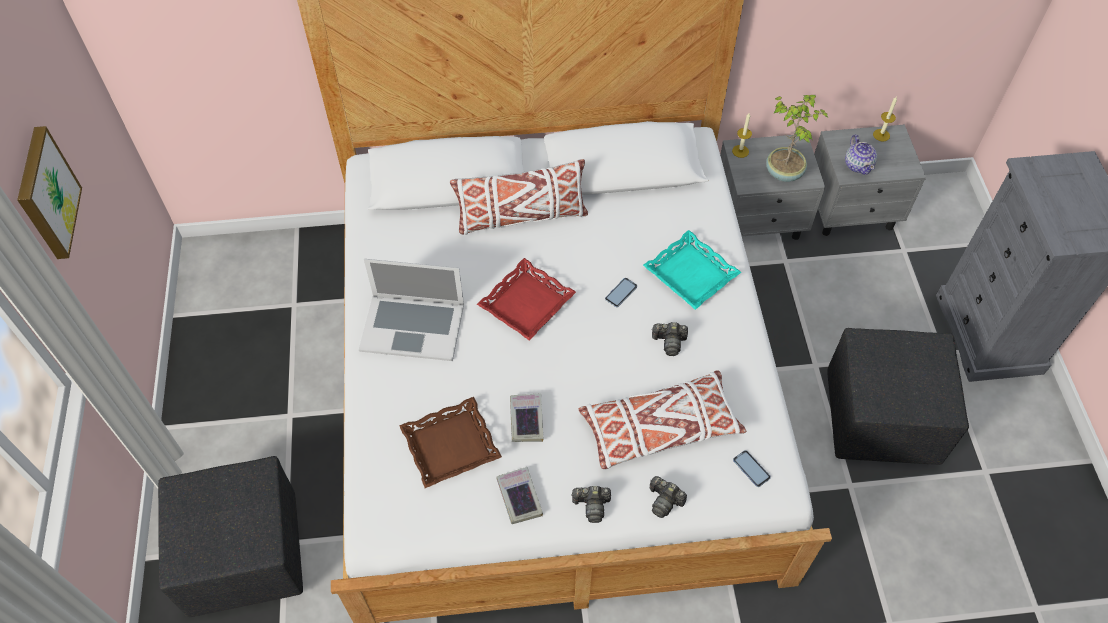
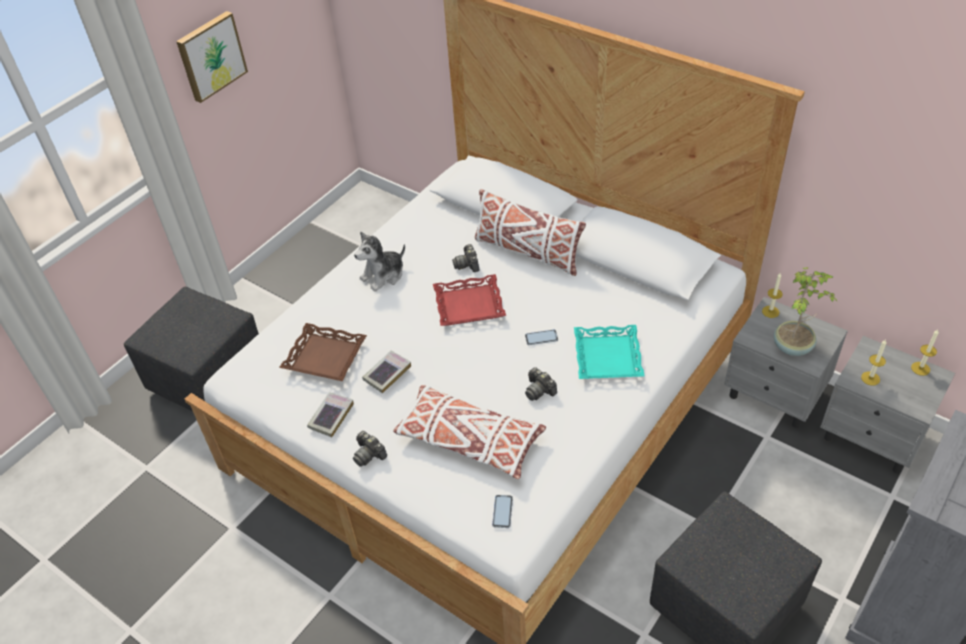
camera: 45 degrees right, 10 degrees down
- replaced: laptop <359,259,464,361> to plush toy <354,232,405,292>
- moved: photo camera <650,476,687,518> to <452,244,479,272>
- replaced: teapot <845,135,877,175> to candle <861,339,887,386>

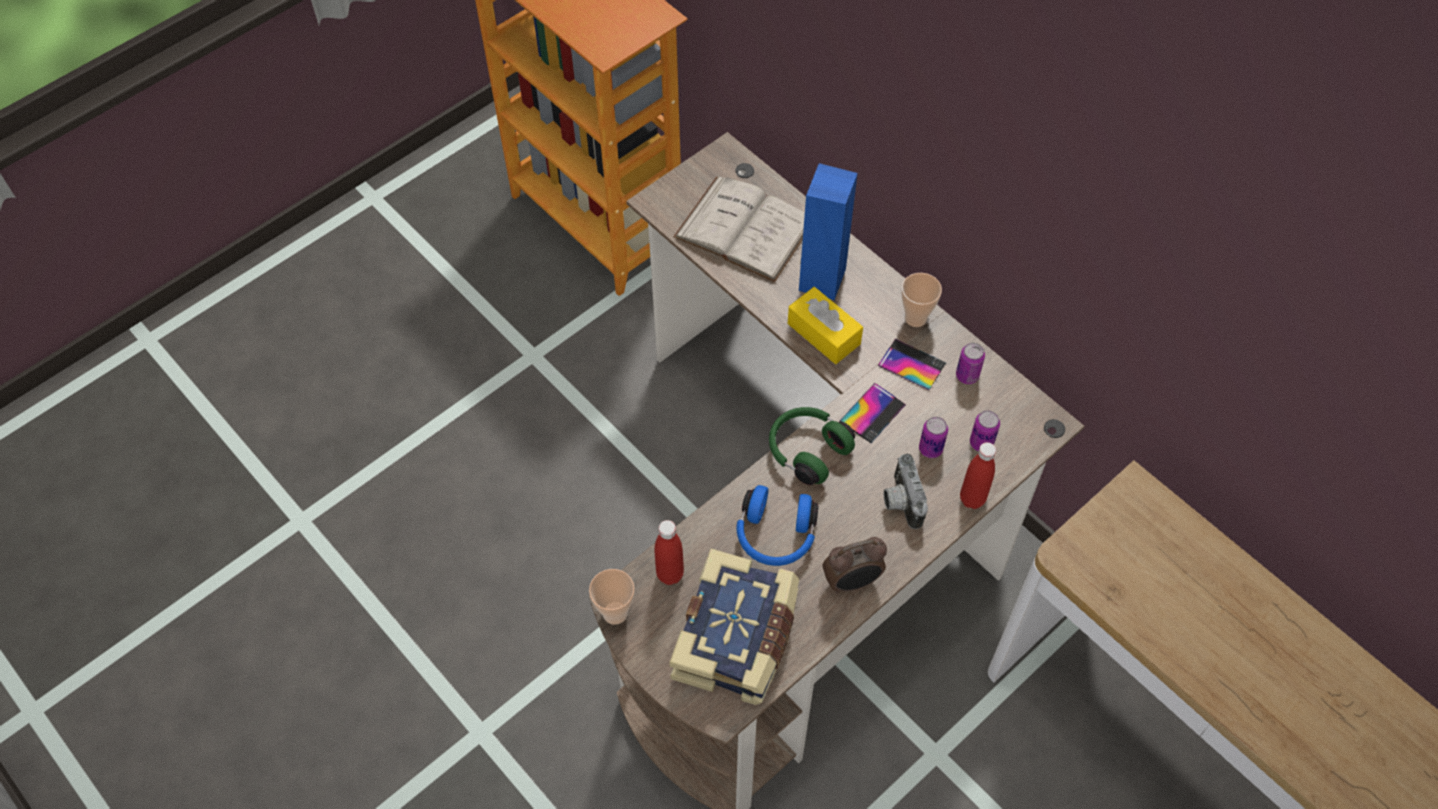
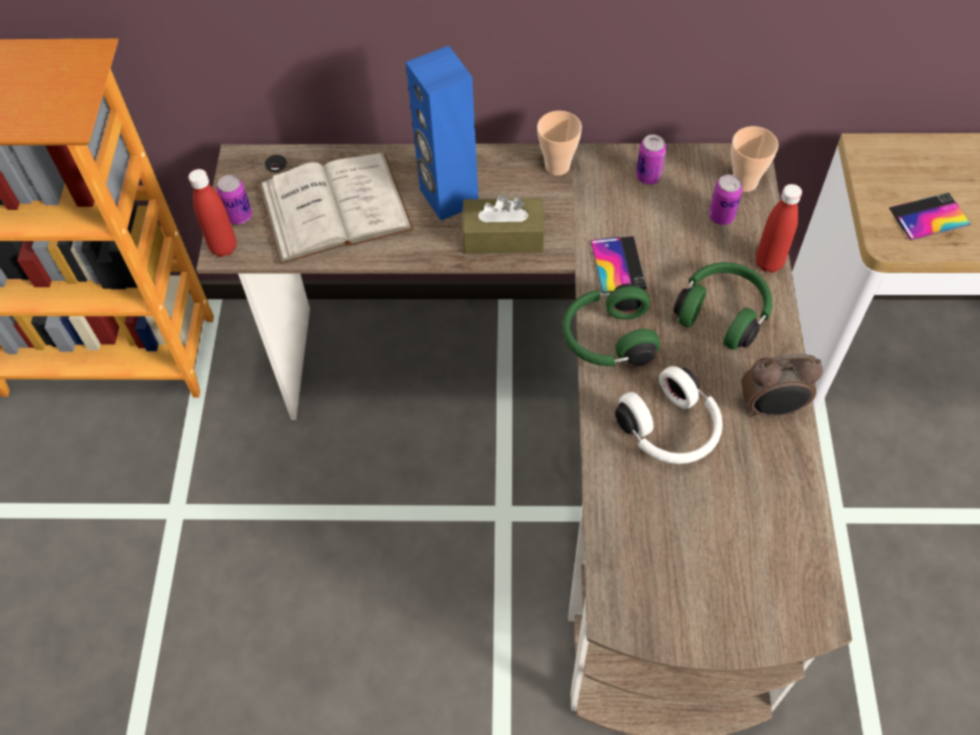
camera: 45 degrees left, 0 degrees up
- moved: red bottle <655,520,684,585> to <188,169,237,257>
- moved: can <919,417,948,458> to <217,175,252,225>
- recoloured: yellow tissue box <788,287,863,364> to brown tissue box <462,195,545,254>
- recoloured: blue headphones <737,485,818,566> to white headphones <615,366,722,464>
- replaced: photo camera <884,454,928,529> to green headphones <674,262,772,350>
- moved: cup <589,569,635,625> to <731,126,779,192>
- turned: alarm clock <823,537,887,594> = <741,354,823,417> 60 degrees clockwise
- moved: phone <878,339,946,390> to <889,193,971,240>
- removed: book <669,548,799,705>

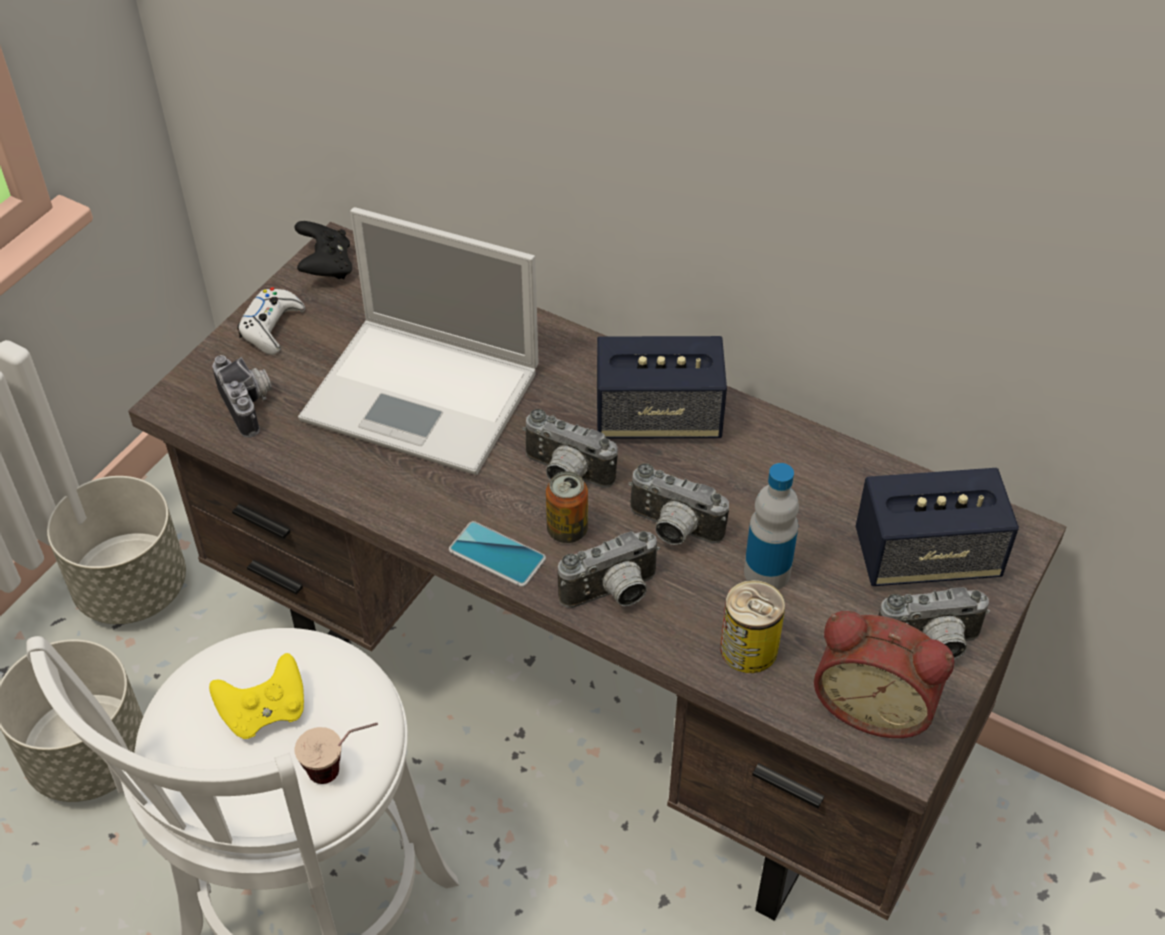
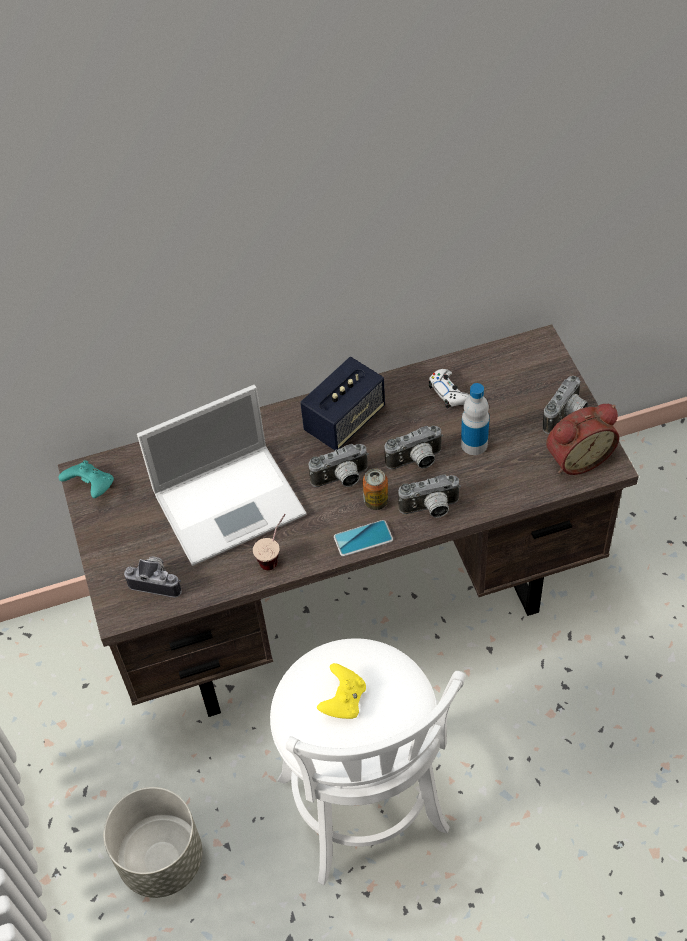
camera: 45 degrees left, 5 degrees up
- recoloured: black game controller <295,221,352,279> to turquoise game controller <59,460,114,498>
- moved: cup <294,723,378,784> to <253,514,286,570>
- turned: photo camera <558,531,660,608> = <398,474,461,518> 60 degrees clockwise
- moved: white game controller <237,287,305,355> to <429,369,471,408>
- removed: grey planter <47,476,186,624>
- removed: can <720,580,785,673>
- removed: speaker <856,468,1019,586>

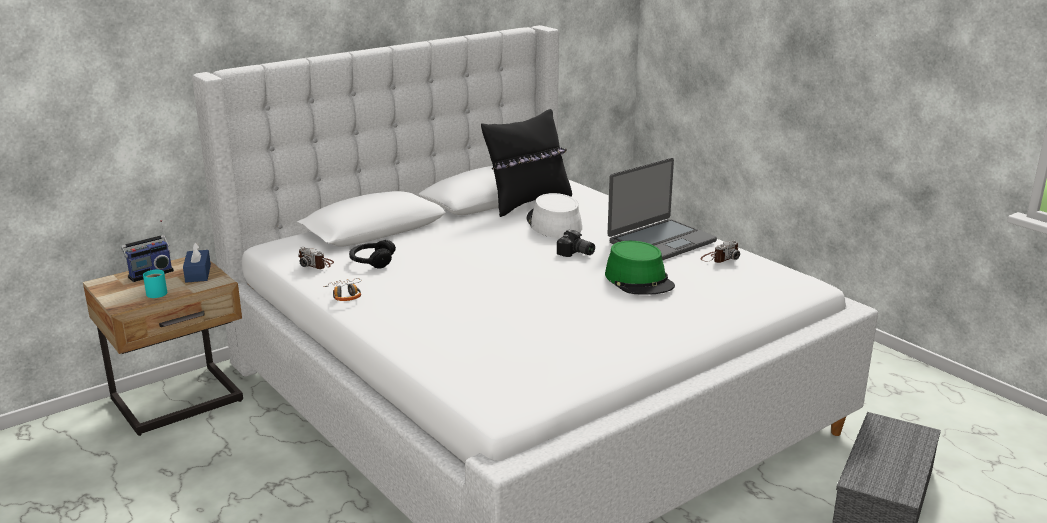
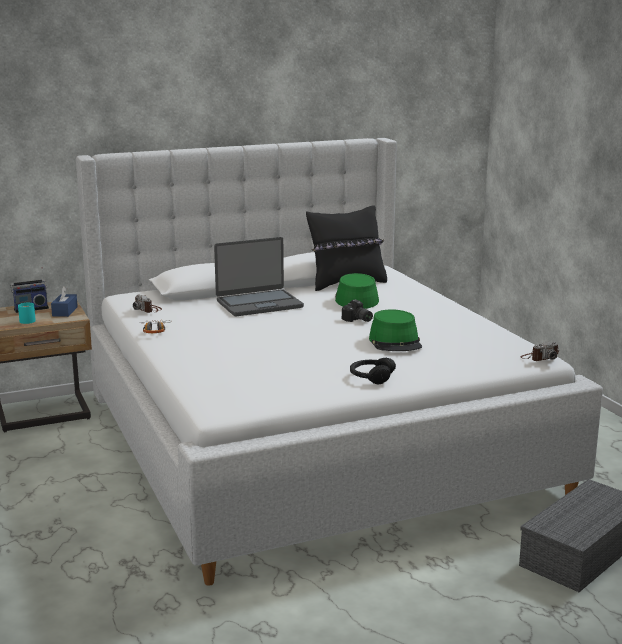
camera: 15 degrees right, 5 degrees down
- moved: laptop <608,158,717,260> to <214,237,304,316>
- recoloured: white hat <527,193,582,238> to green hat <335,273,379,309>
- moved: black headphones <349,240,396,268> to <350,357,396,384>
- moved: photo camera <700,240,740,263> to <521,342,559,361>

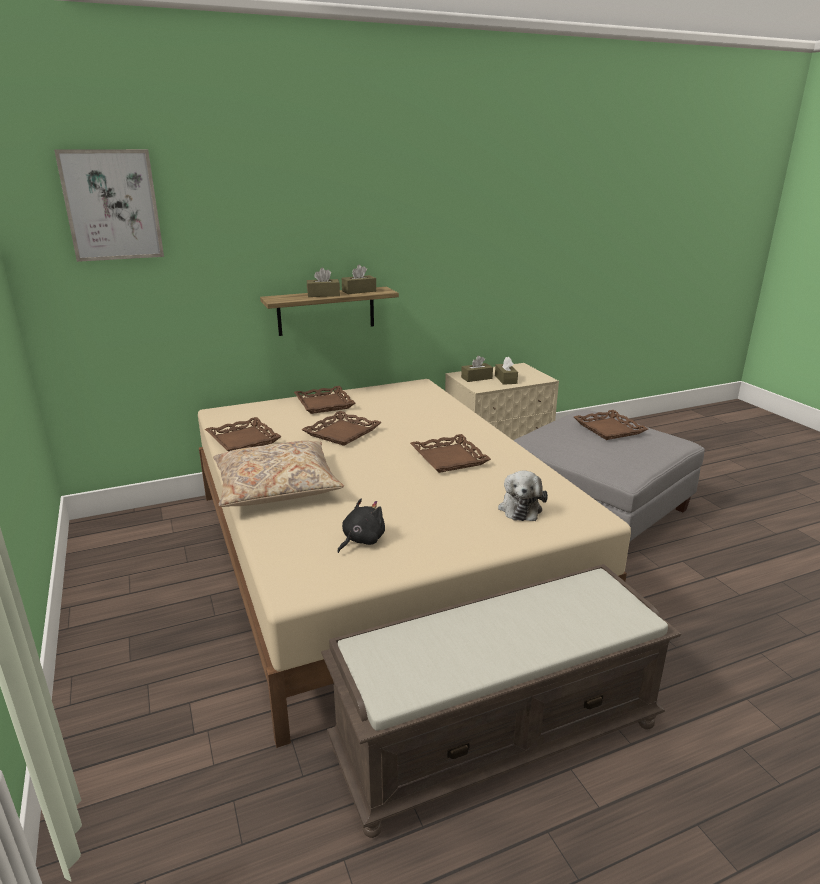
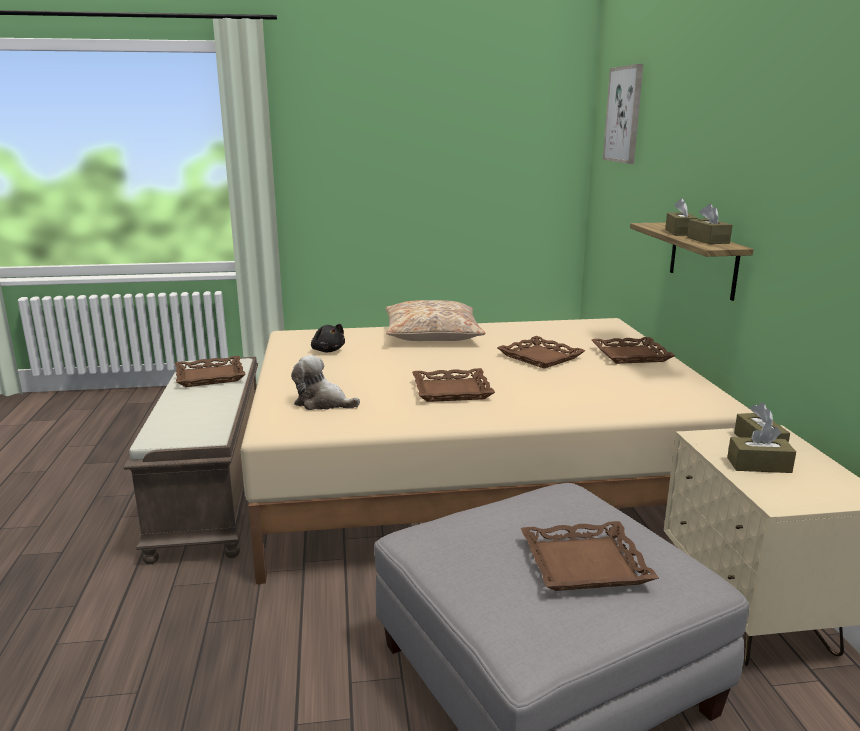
camera: 105 degrees right, 5 degrees down
- moved: brown tray <205,417,282,451> to <175,356,246,387>

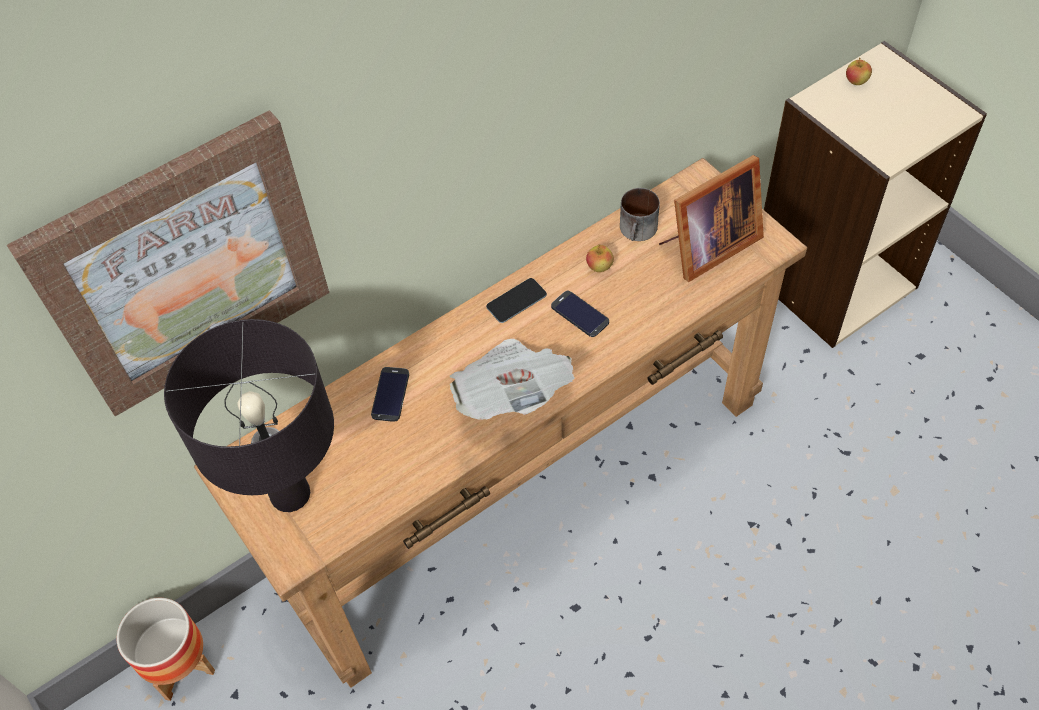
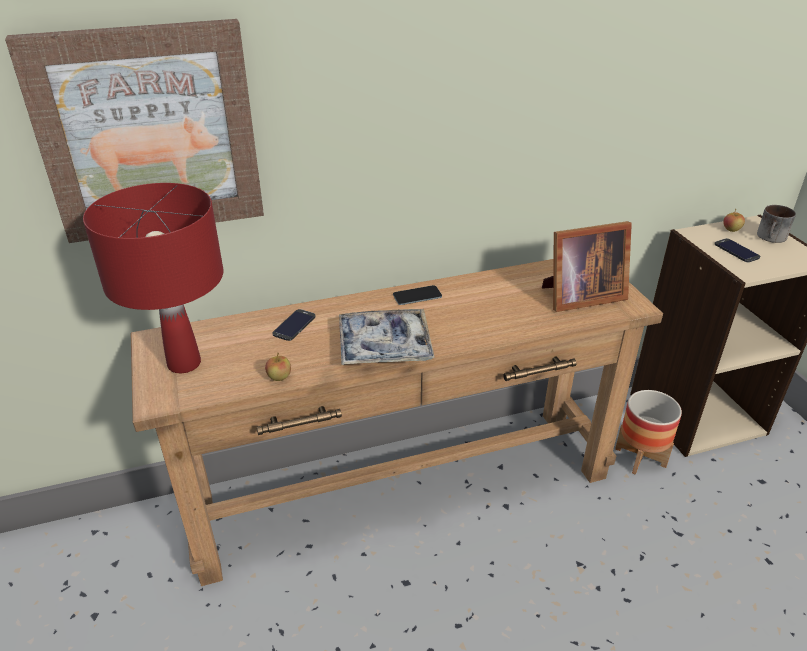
camera: 15 degrees right, 20 degrees down
- recoloured: black table lamp <164,319,334,512> to red table lamp <83,183,223,373>
- moved: apple <586,244,614,272> to <265,352,291,381>
- replaced: newspaper <450,338,575,420> to tray <339,309,435,365>
- moved: planter <117,598,215,701> to <615,390,682,475>
- moved: phone <551,291,609,337> to <714,238,760,262>
- moved: mug <620,188,660,241> to <757,205,796,243>

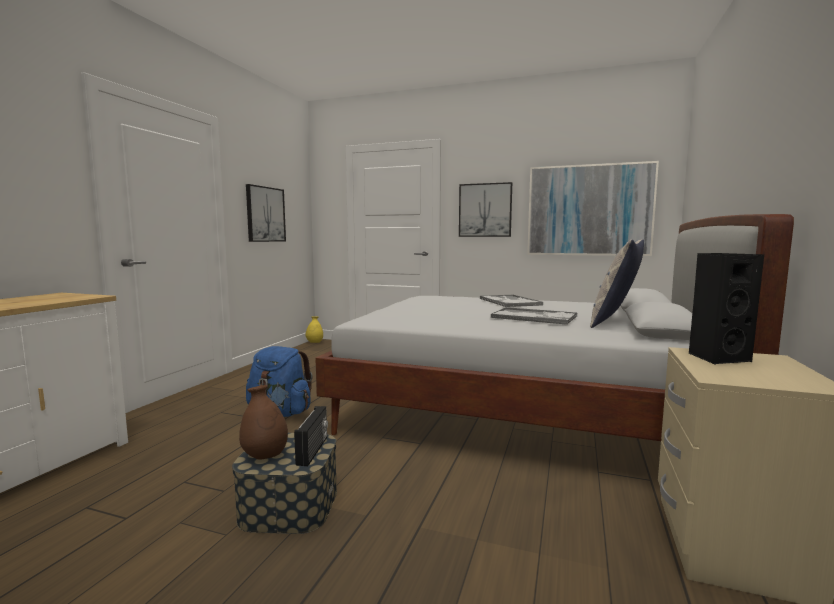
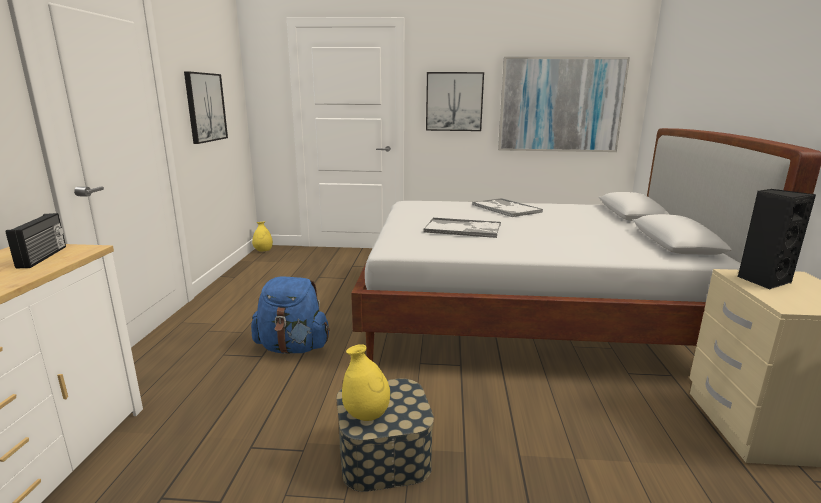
camera: 15 degrees left, 10 degrees up
- moved: radio <294,406,328,466> to <6,213,66,269>
- recoloured: brown vase <239,385,288,460> to yellow vase <342,344,390,421>
- moved: tray <491,307,577,325> to <423,218,501,238>
- removed: pillow <590,239,644,328>

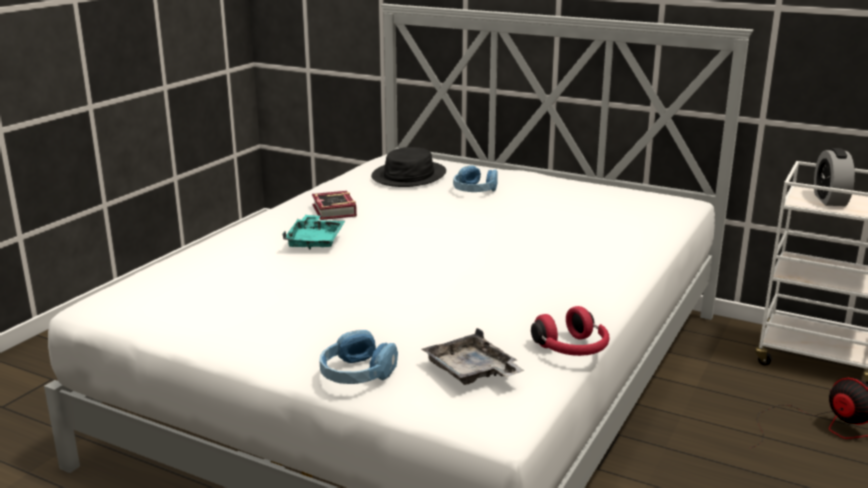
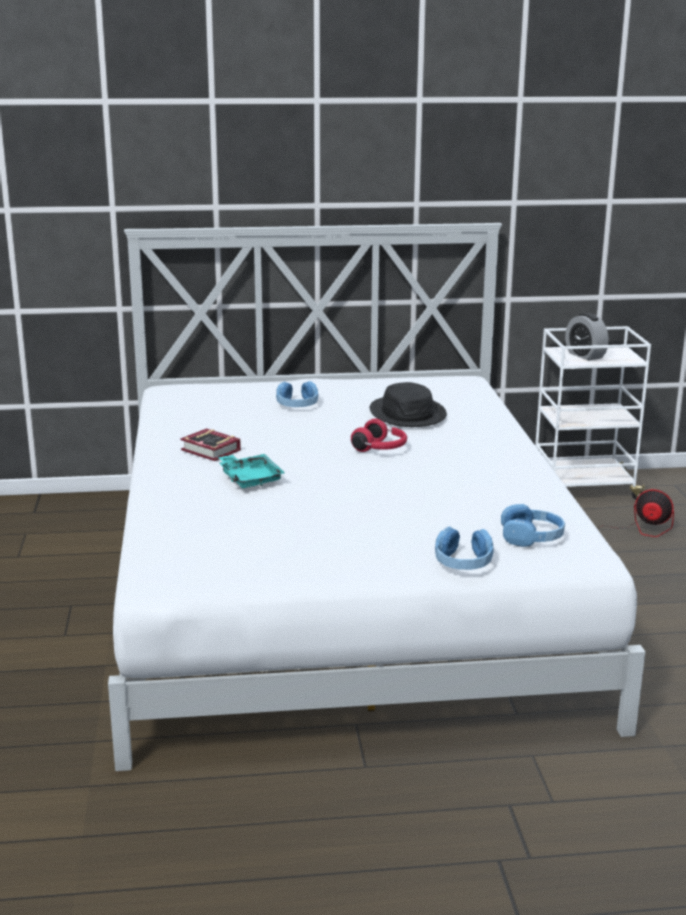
camera: 35 degrees left, 0 degrees up
- moved: red headphones <531,306,610,356> to <351,419,407,452>
- moved: black hat <371,147,446,187> to <370,382,447,427>
- replaced: grey tray <422,328,524,385> to blue headphones <501,504,565,547>

